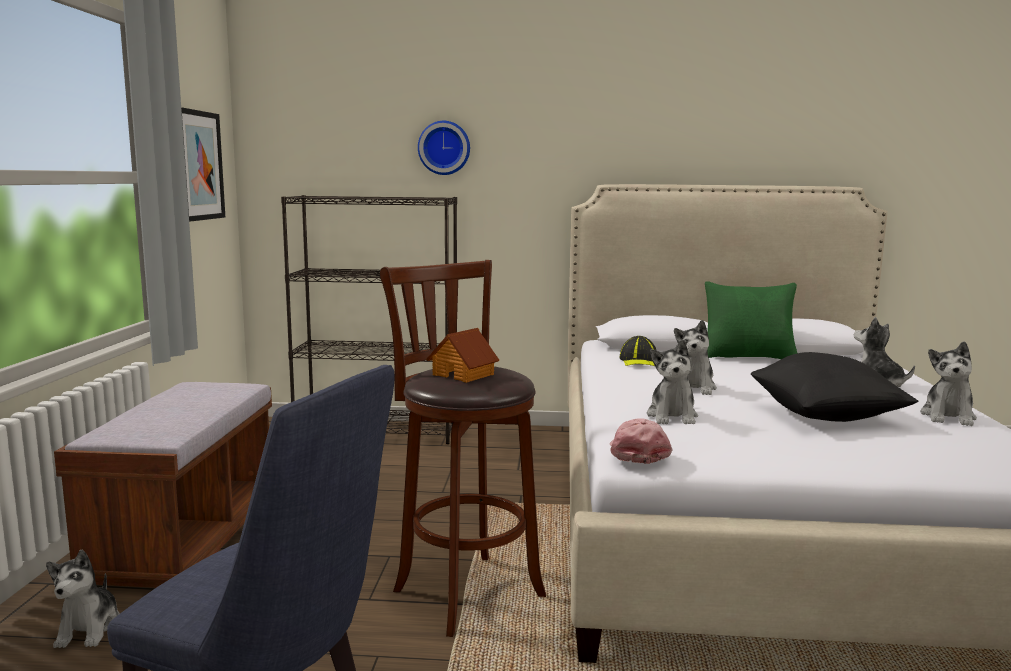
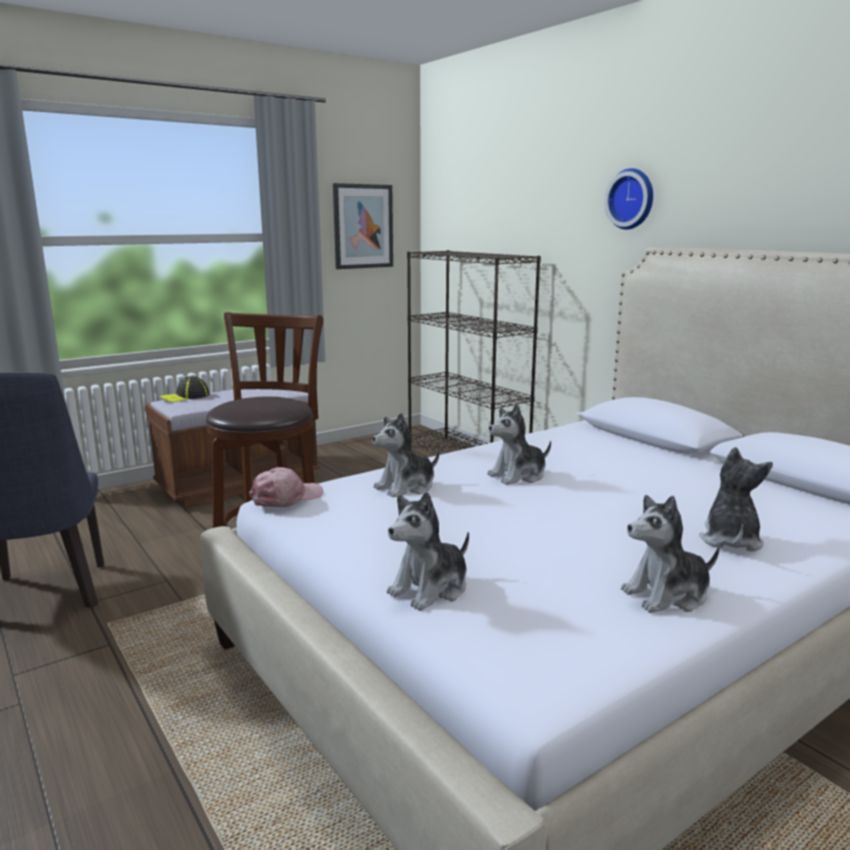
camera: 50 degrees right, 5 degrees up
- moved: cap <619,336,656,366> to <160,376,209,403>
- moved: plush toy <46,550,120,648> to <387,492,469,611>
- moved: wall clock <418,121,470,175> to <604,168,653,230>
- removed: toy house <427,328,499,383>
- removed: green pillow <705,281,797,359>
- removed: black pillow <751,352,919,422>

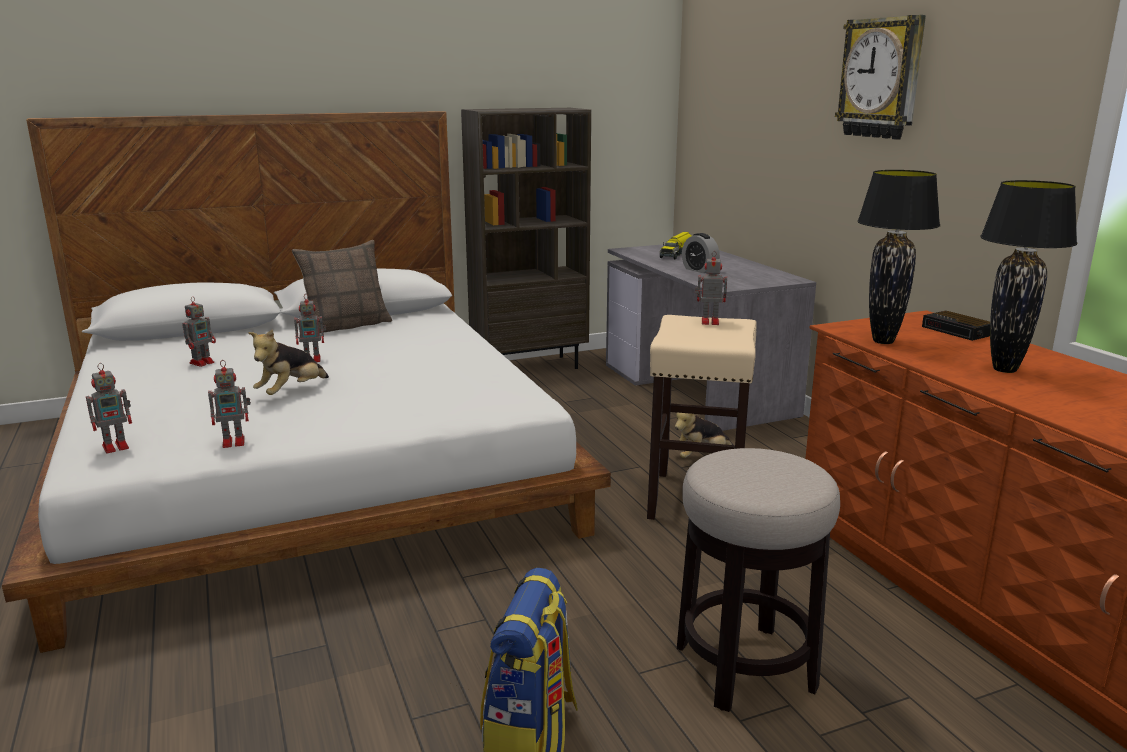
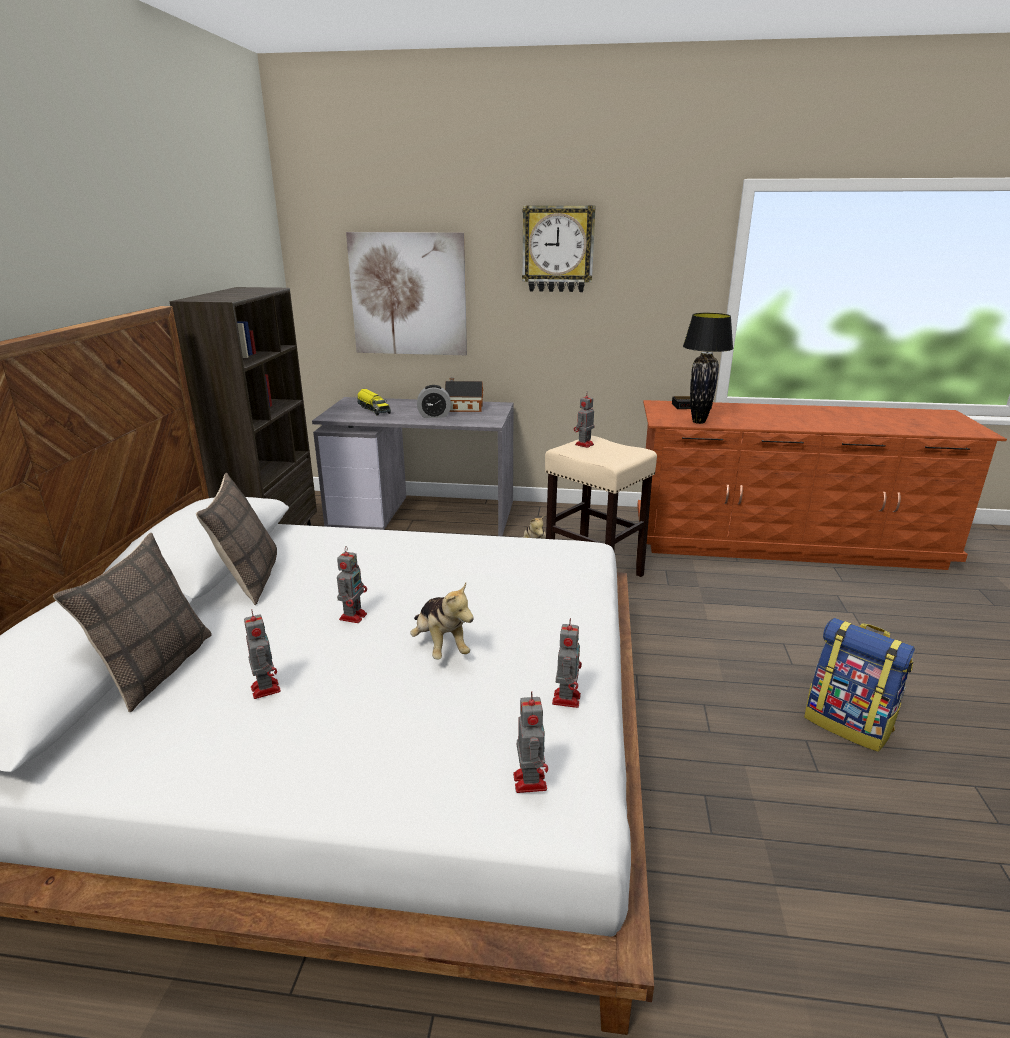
camera: 60 degrees left, 5 degrees up
- added: pillow <53,533,212,712>
- added: picture <346,232,467,355>
- added: toy house <445,377,483,412>
- removed: stool <677,448,840,712>
- removed: black table lamp <980,180,1077,373>

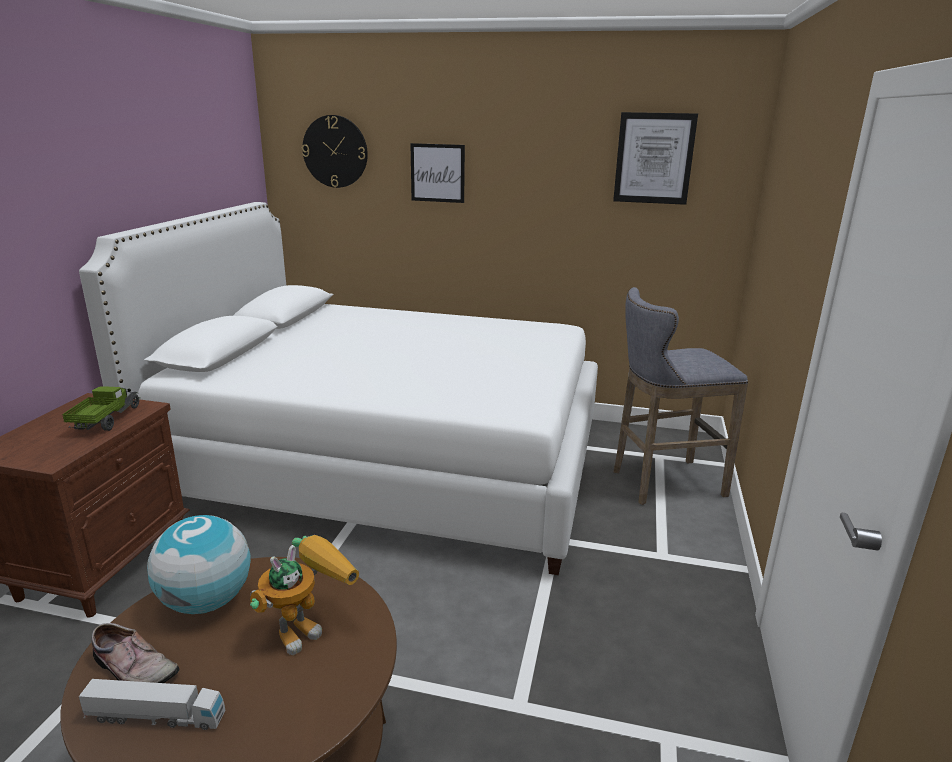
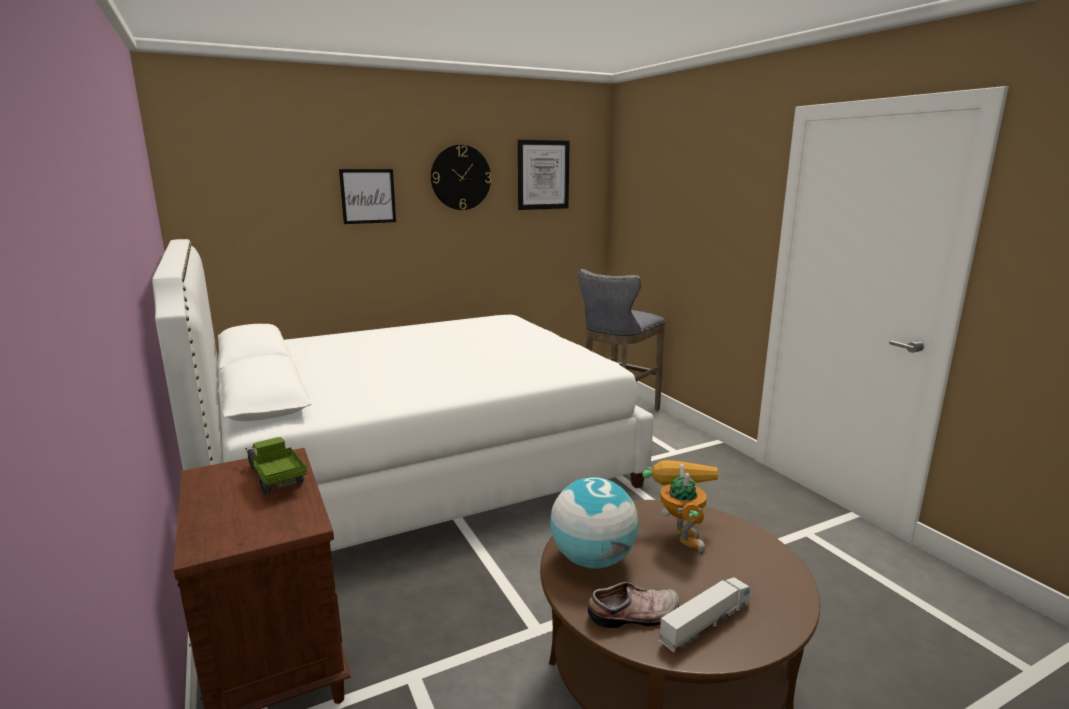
camera: 40 degrees left, 5 degrees down
- moved: wall clock <302,115,368,188> to <431,145,491,210>

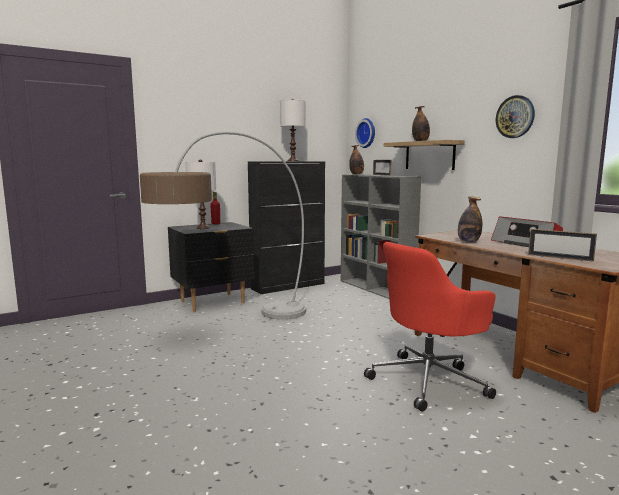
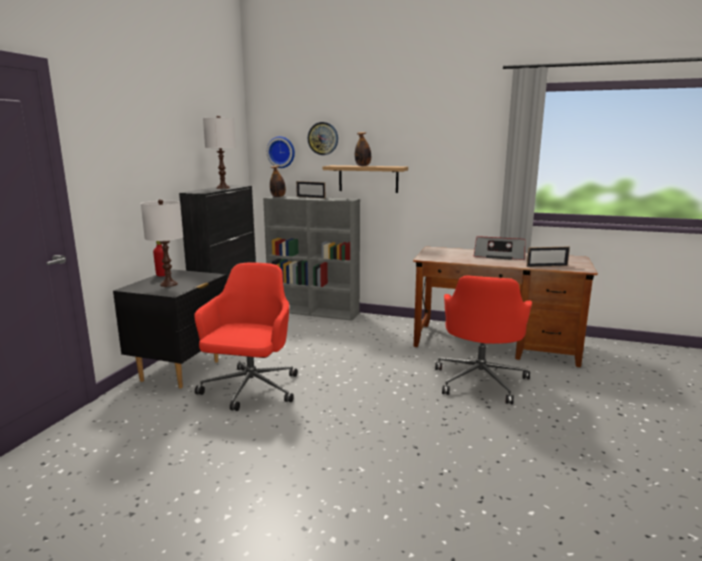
camera: 40 degrees left, 5 degrees up
- replaced: floor lamp <140,131,306,320> to red office chair <194,263,297,411>
- moved: wall clock <496,95,535,138> to <308,122,338,155>
- removed: bottle <458,196,482,243>

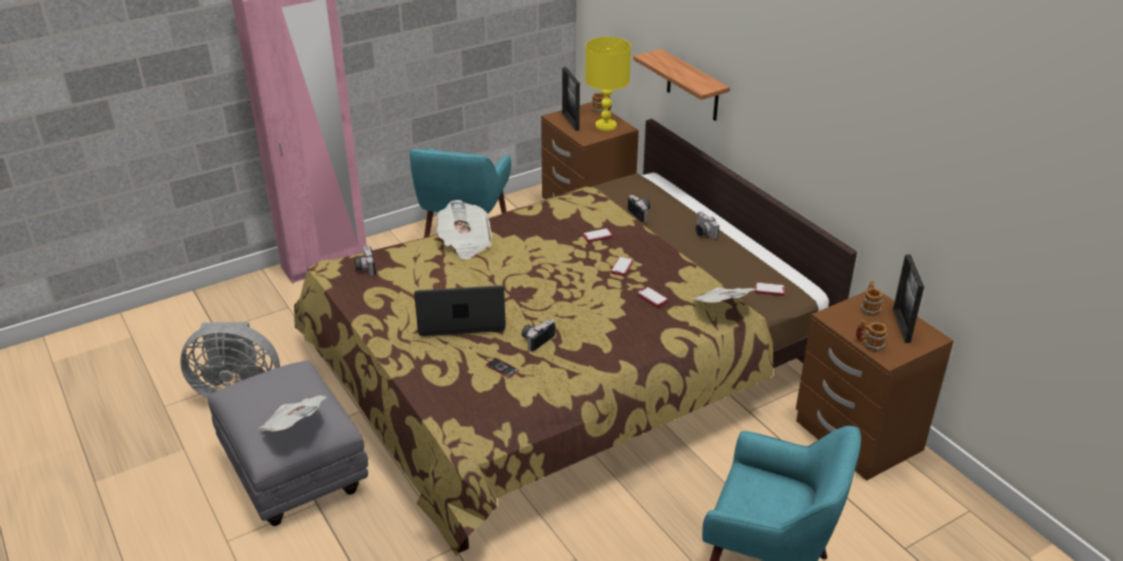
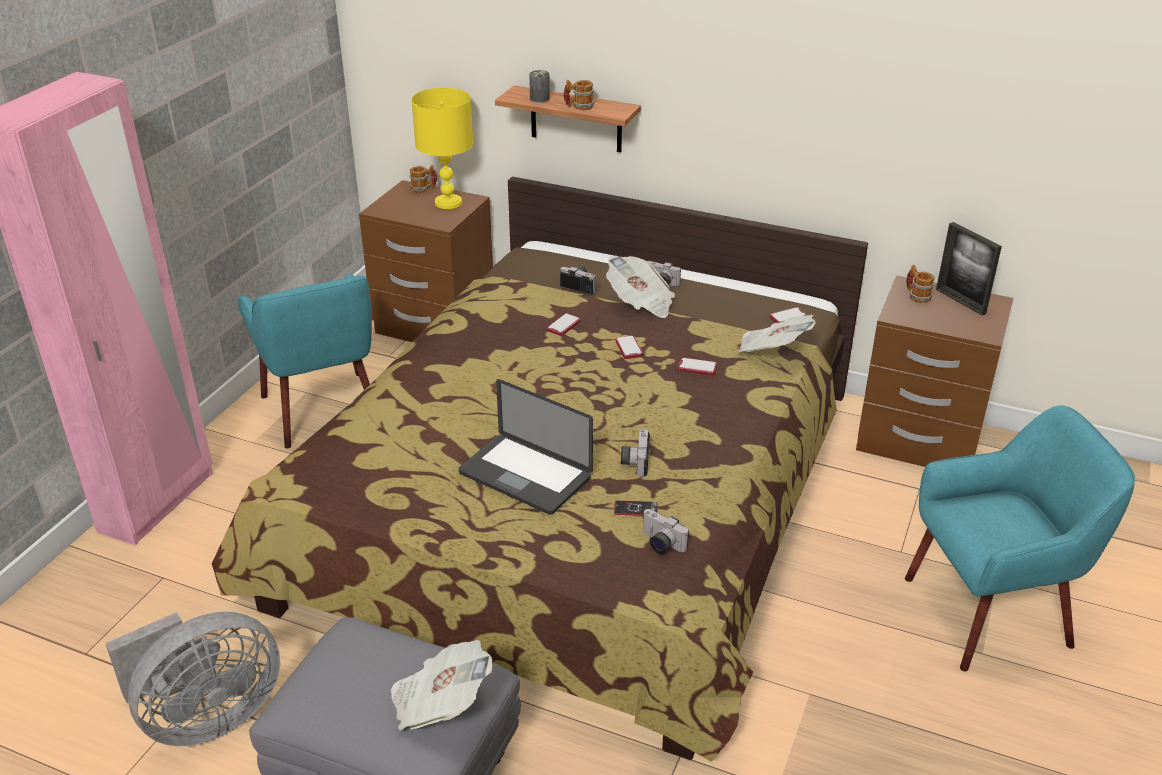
camera: 35 degrees left, 0 degrees up
- turned: laptop <414,285,506,336> = <458,379,593,515> 105 degrees counterclockwise
- added: can <529,70,550,103>
- moved: mug <856,320,887,352> to <563,80,594,110>
- moved: newspaper <436,200,492,260> to <606,255,675,318>
- moved: photo camera <354,245,376,276> to <643,509,689,554>
- removed: picture frame <562,67,580,131>

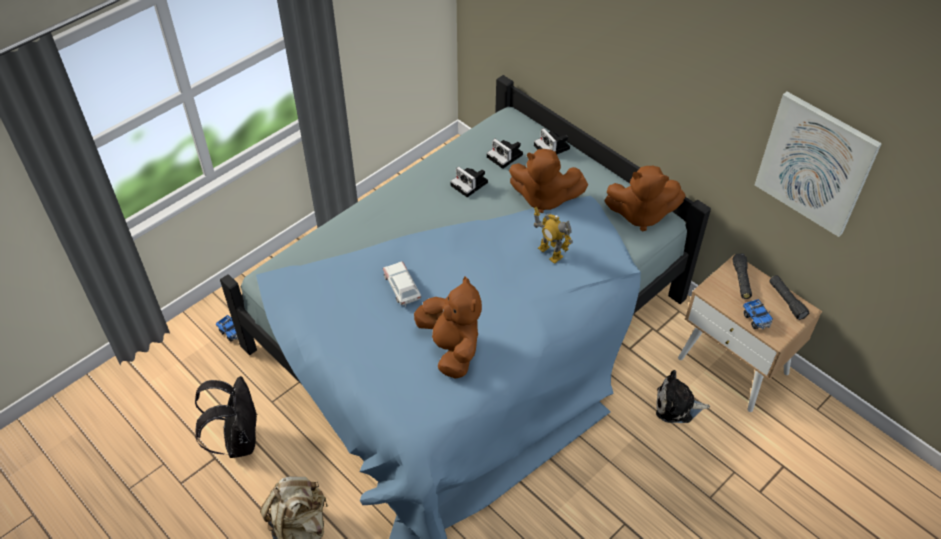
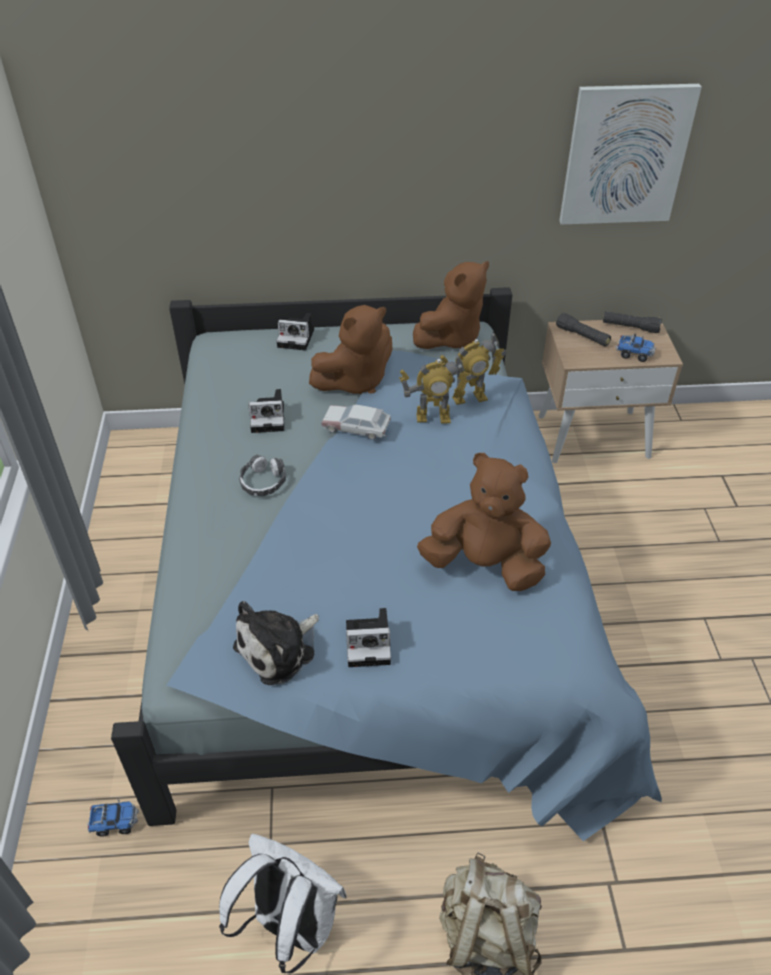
camera: 50 degrees left, 5 degrees down
- recoloured: black backpack <195,376,258,458> to white backpack <219,834,347,974>
- moved: plush toy <656,370,710,423> to <233,601,319,685>
- added: headphones <239,455,286,496>
- moved: toy car <383,261,421,307> to <321,404,391,440>
- moved: photo camera <487,139,523,169> to <346,608,391,667>
- added: toy robot <440,332,507,405>

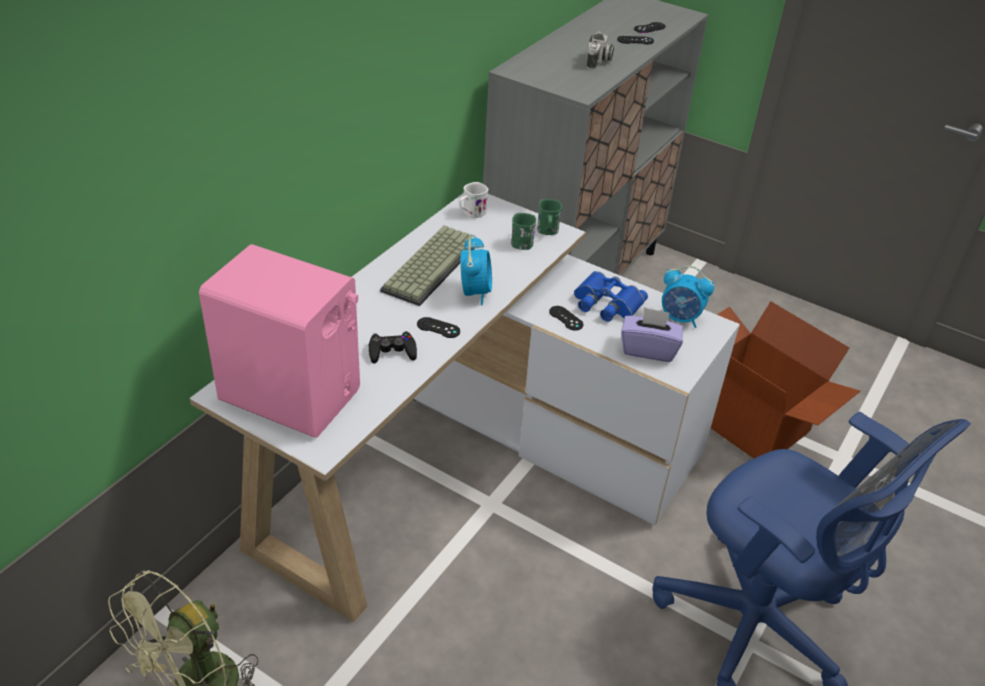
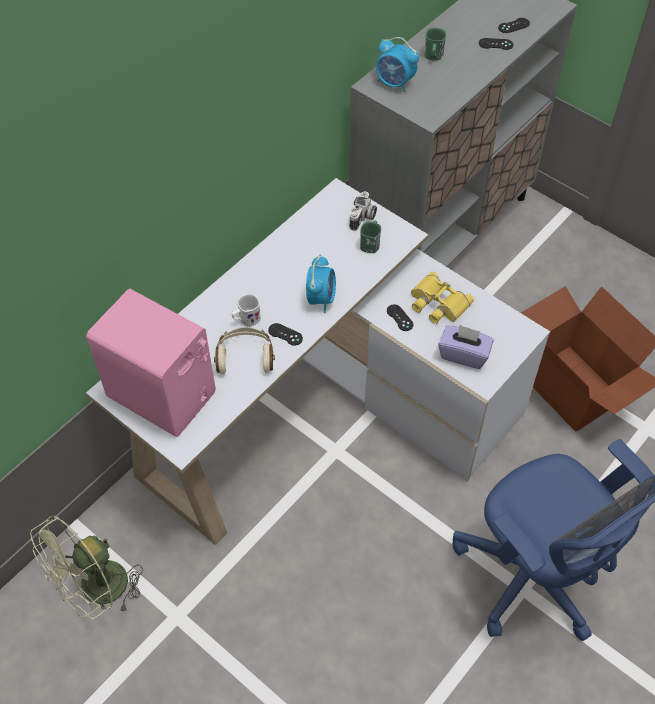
camera: 10 degrees right, 15 degrees up
- replaced: black game controller <369,331,417,363> to beige headphones <214,327,275,375>
- moved: white mug <459,182,488,218> to <232,293,261,327>
- moved: photo camera <587,32,614,70> to <349,191,377,231>
- moved: alarm clock <662,266,714,328> to <376,37,419,92>
- recoloured: blue binoculars <574,271,648,322> to yellow binoculars <411,271,474,324>
- moved: green mug <537,199,562,235> to <424,28,446,61>
- removed: keyboard <380,226,476,306>

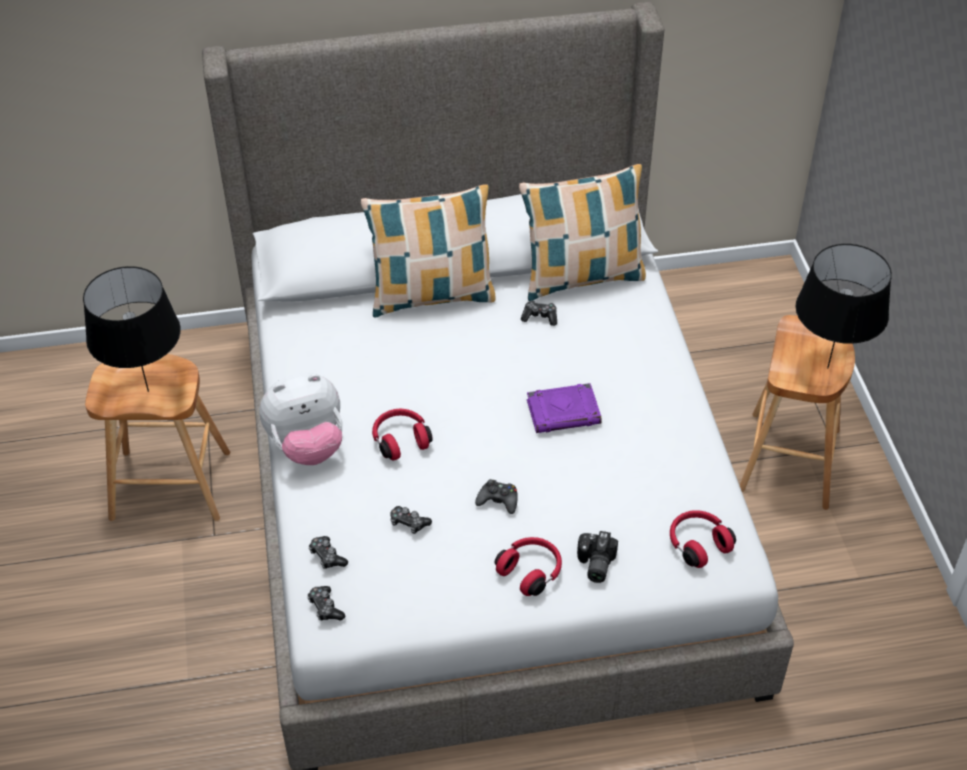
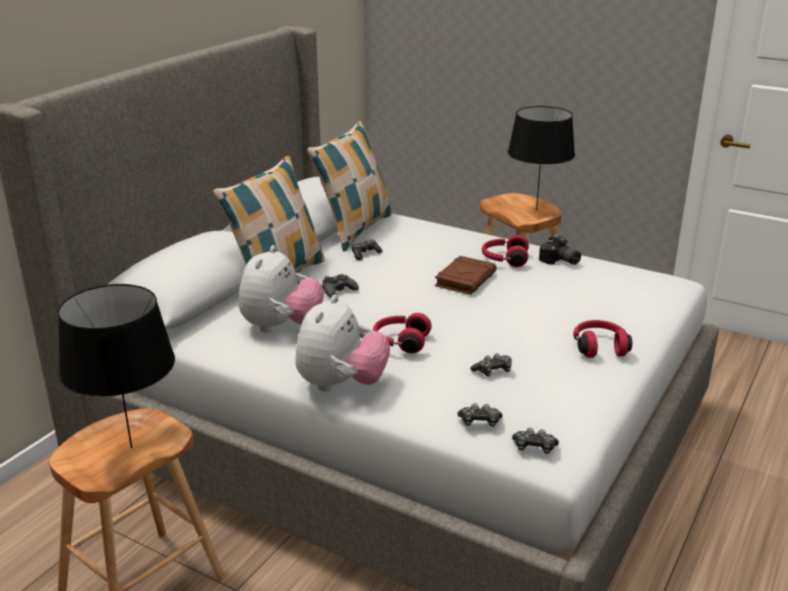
camera: 50 degrees left, 20 degrees down
- added: plush toy <239,245,324,333>
- moved: black game controller <475,479,518,514> to <322,274,359,298>
- recoloured: purple book <527,383,602,433> to brown book <435,256,497,295>
- moved: red headphones <670,510,736,568> to <482,235,529,267>
- moved: photo camera <577,531,618,583> to <539,235,581,265>

